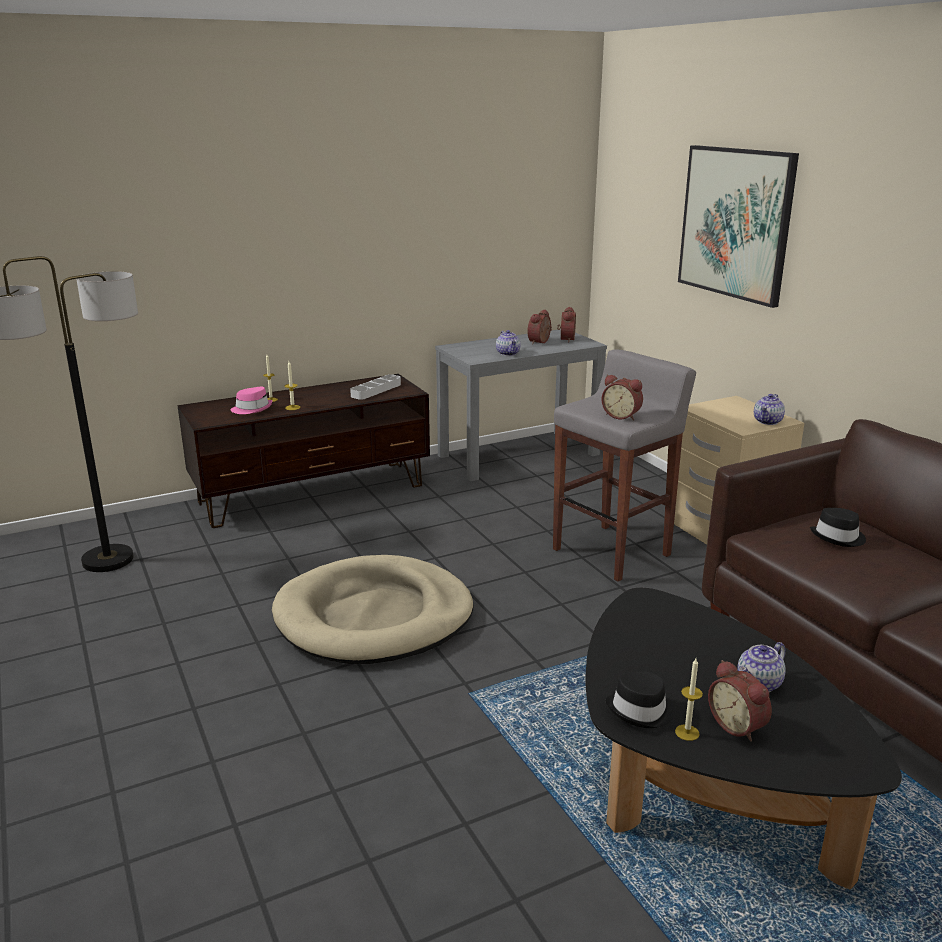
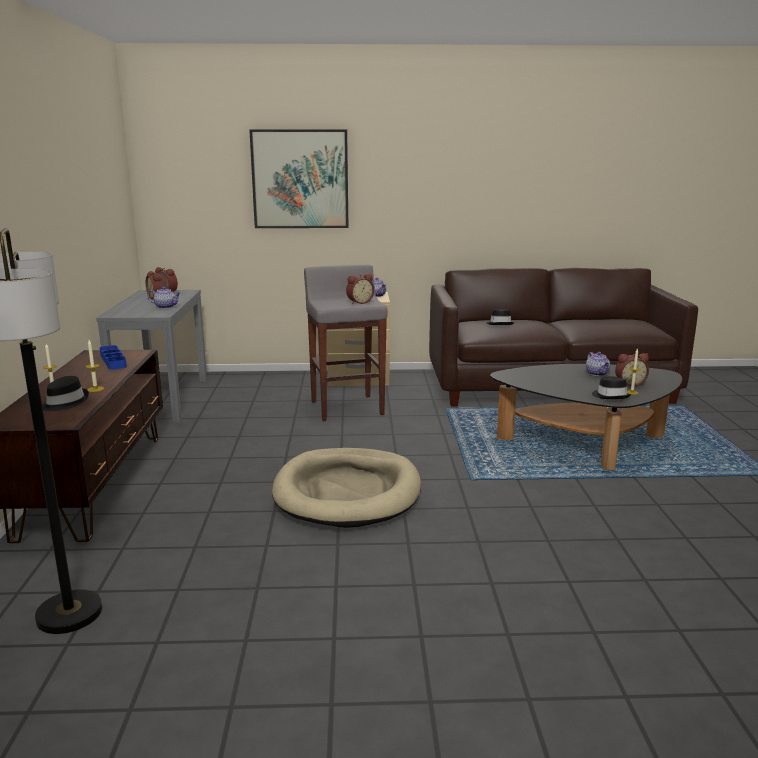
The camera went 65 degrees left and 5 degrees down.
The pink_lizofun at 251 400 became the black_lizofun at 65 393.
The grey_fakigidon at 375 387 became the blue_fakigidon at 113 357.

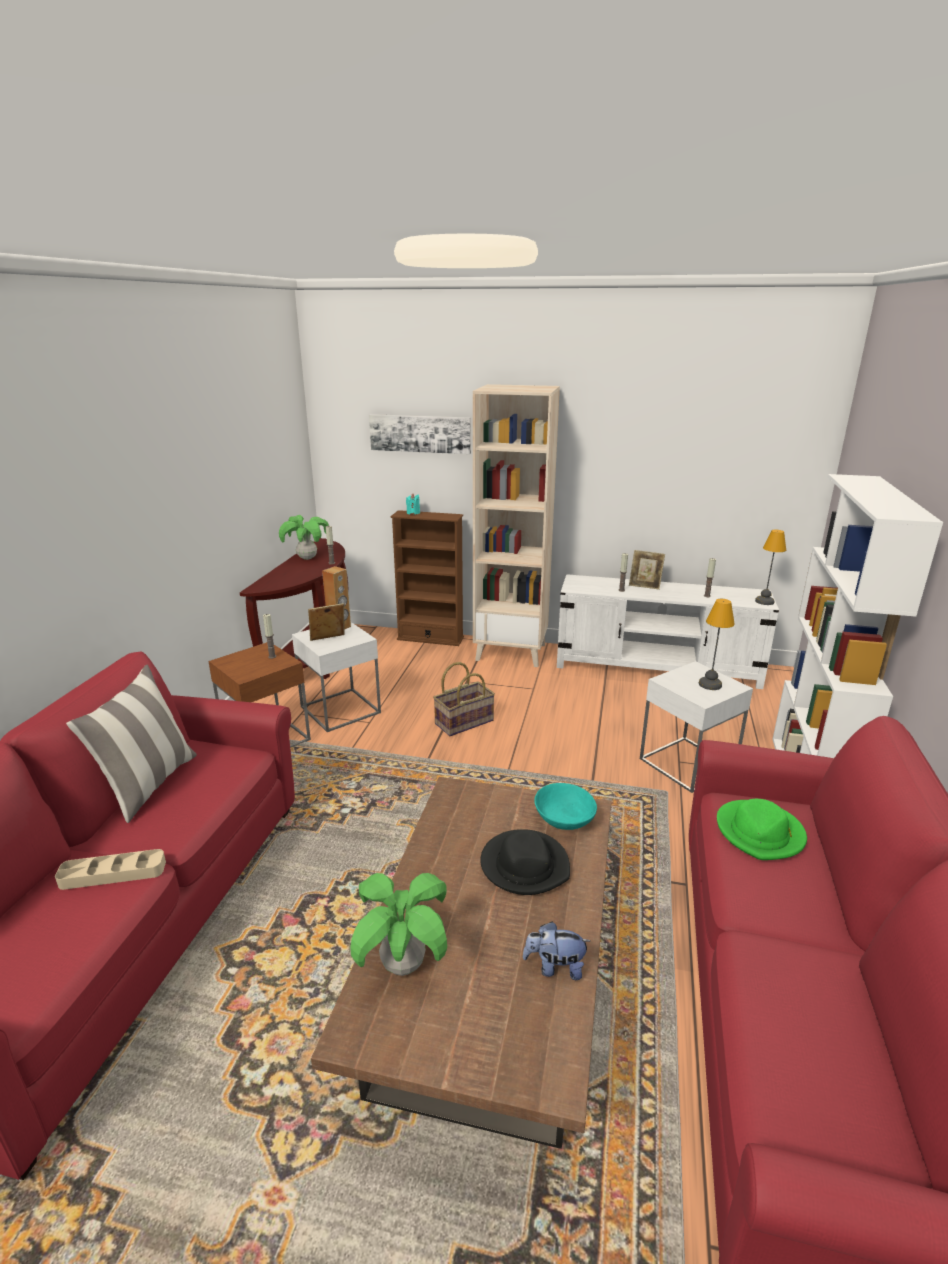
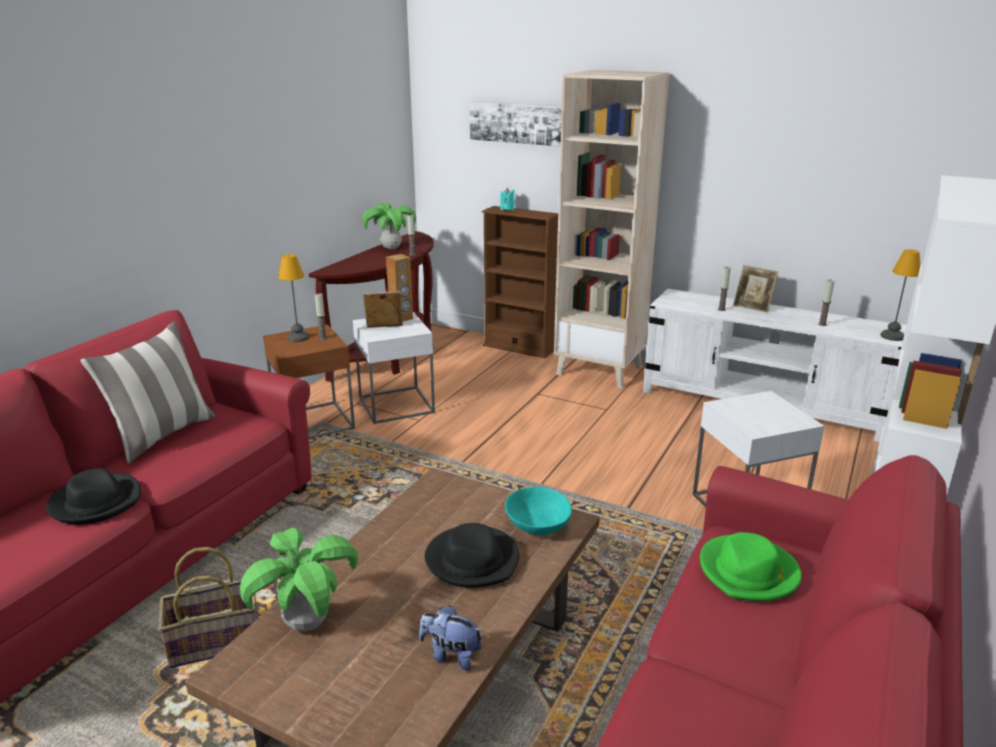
The camera went 15 degrees right and 0 degrees up.
The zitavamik moved from 464 699 to 208 607.
The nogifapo moved from 717 644 to 293 298.
The beige_fakigidon at 110 869 was replaced by the black_lizofun at 93 497.

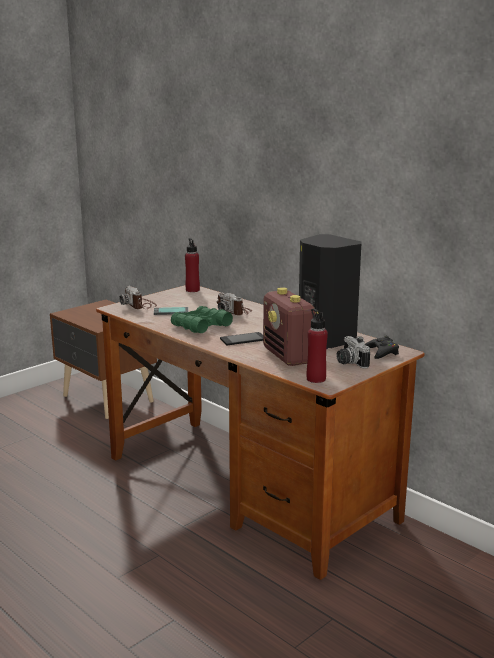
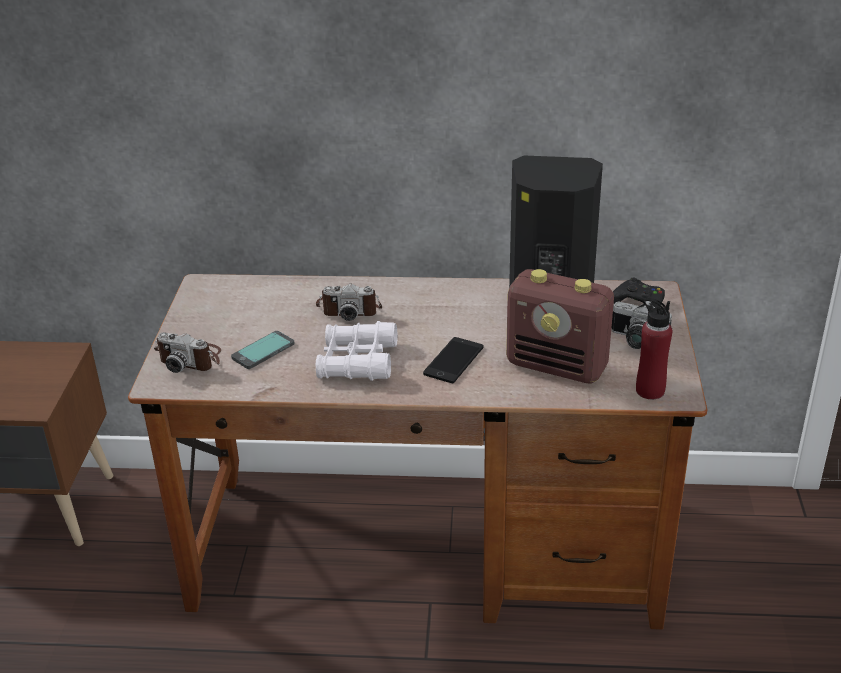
The camera went 40 degrees left and 15 degrees up.
The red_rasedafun at 192 265 disappeared.
The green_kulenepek at 202 319 became the white_kulenepek at 357 351.

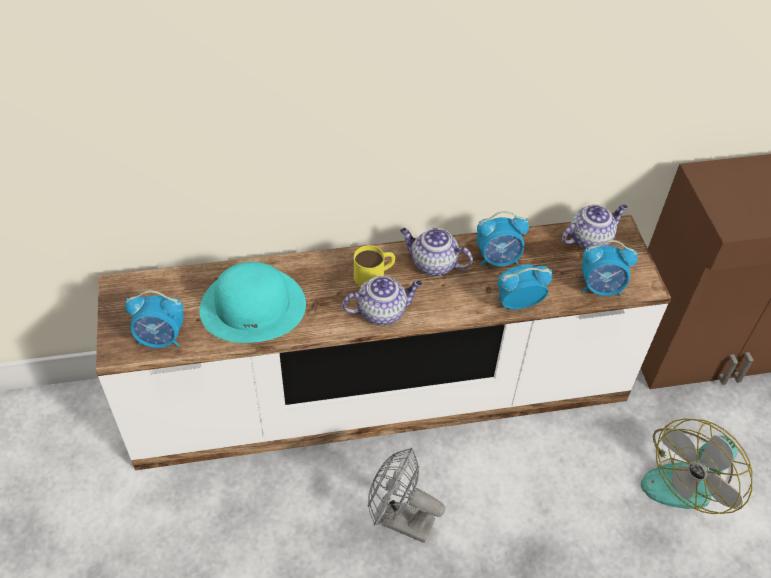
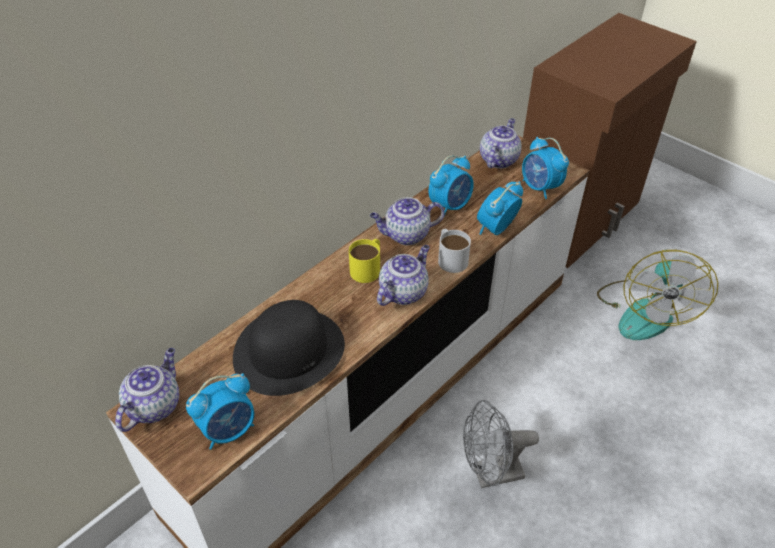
The camera went 35 degrees left and 5 degrees down.
The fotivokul at 147 390 appeared.
The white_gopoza at 454 251 appeared.
The turquoise_lizofun at 252 302 became the black_lizofun at 289 348.
The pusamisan at 609 268 turned 90 degrees clockwise.

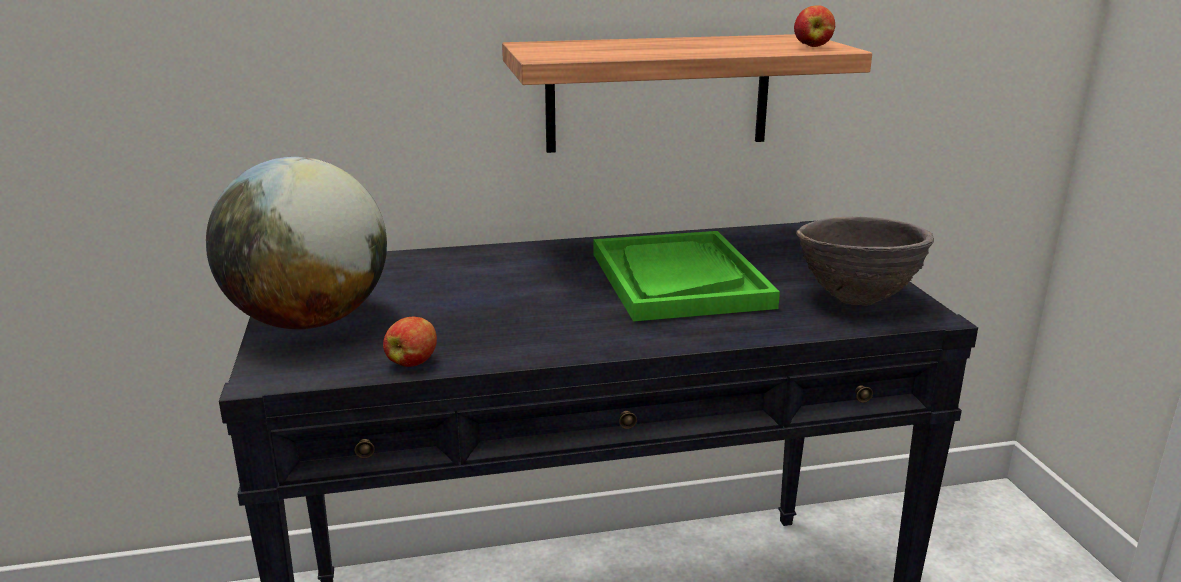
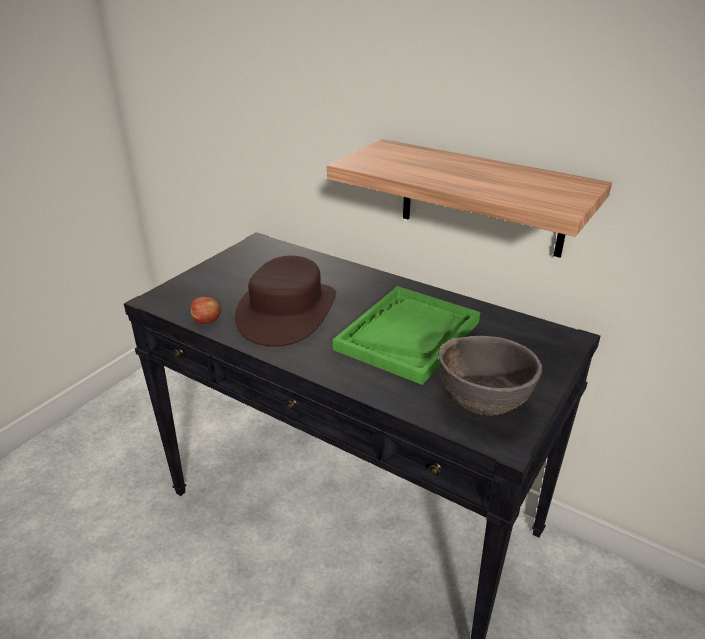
The camera went 45 degrees right and 10 degrees up.
The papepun at 296 243 disappeared.
The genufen at 814 26 disappeared.
The brown_lizofun at 285 301 appeared.

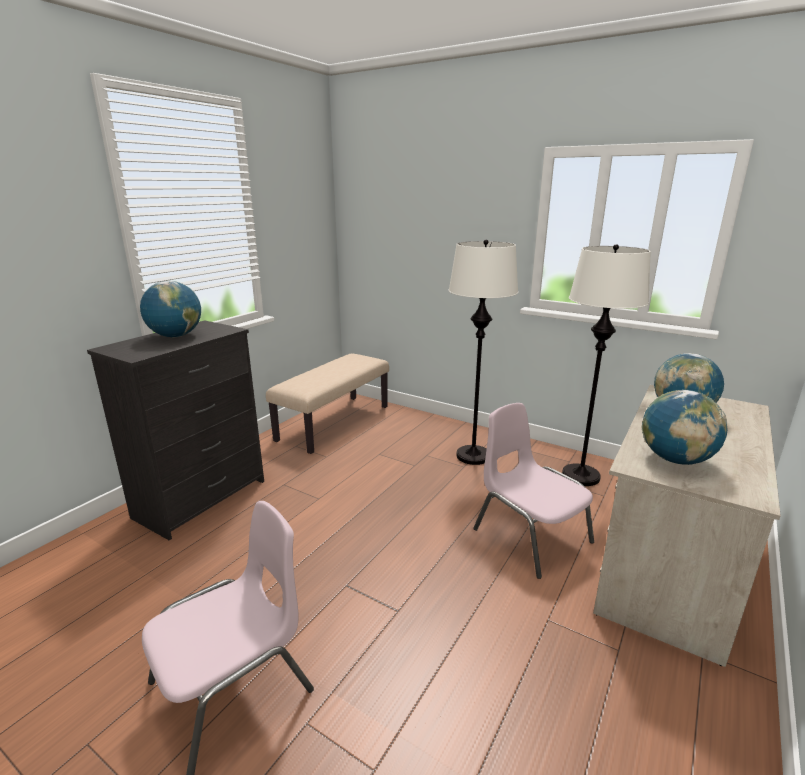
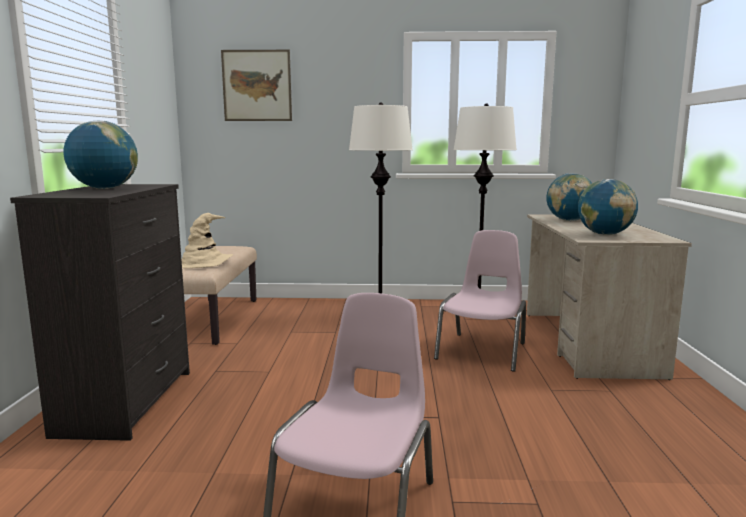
The camera went 30 degrees left and 10 degrees down.
The beige_lizofun at 207 240 appeared.
The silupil at 256 85 appeared.
The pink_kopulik at 533 491 turned 90 degrees clockwise.

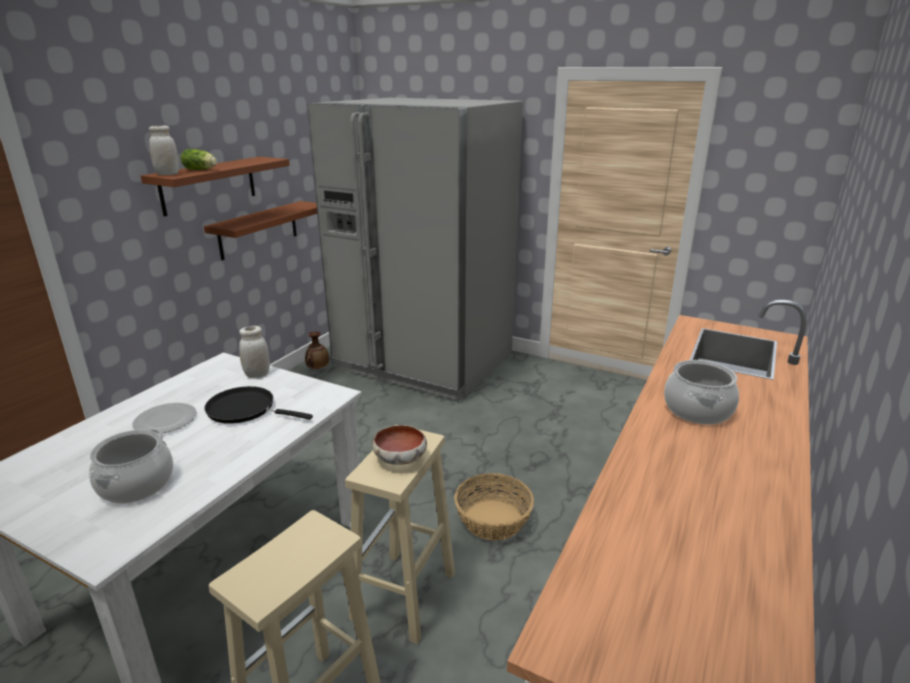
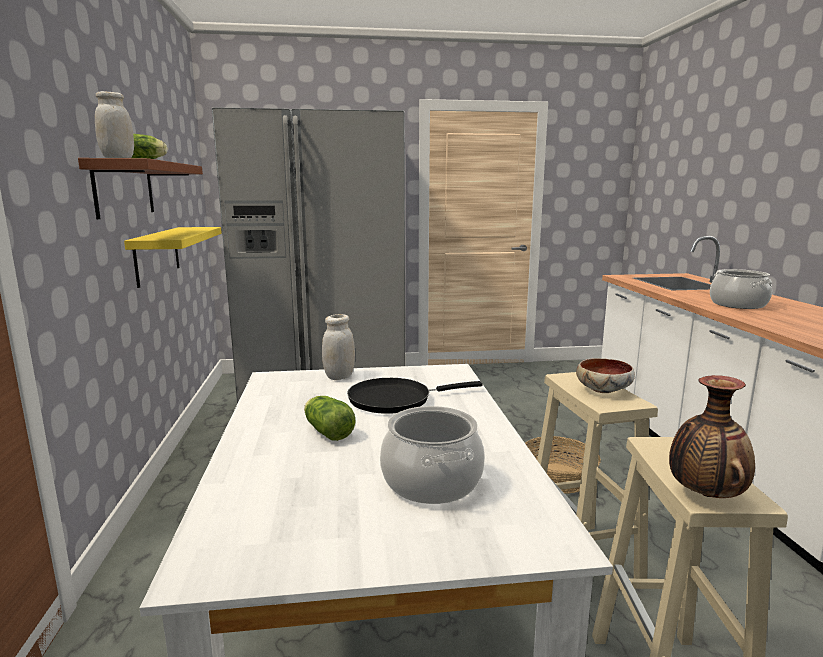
The camera went 35 degrees left and 10 degrees down.
The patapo moved from 317 350 to 712 436.
The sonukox at 164 418 was replaced by the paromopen at 330 418.
The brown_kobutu at 260 230 became the yellow_kobutu at 173 257.

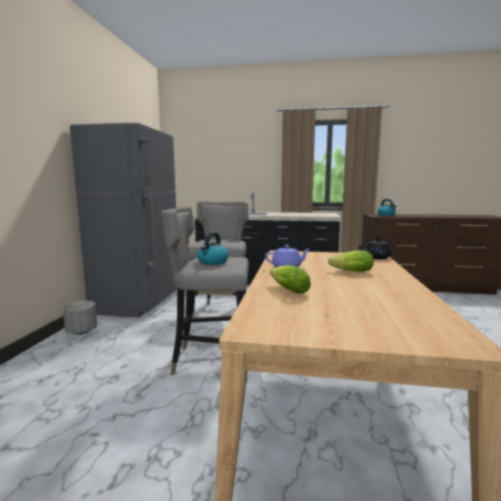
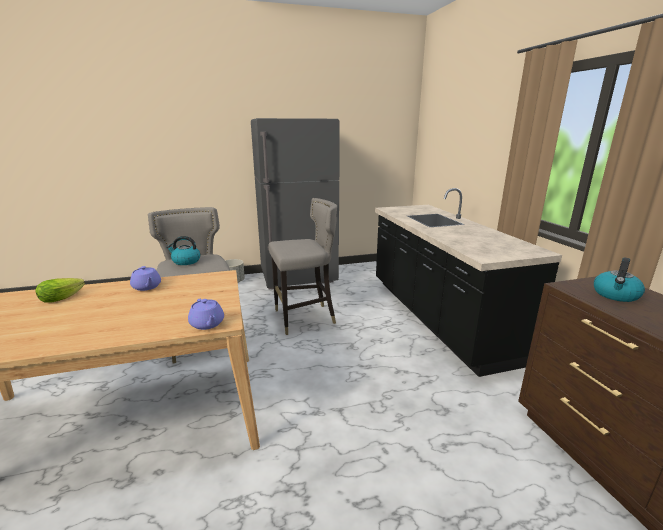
The camera went 65 degrees right and 10 degrees up.
The paromopen at 351 261 disappeared.
The black_fotivokul at 378 248 became the purple_fotivokul at 206 314.

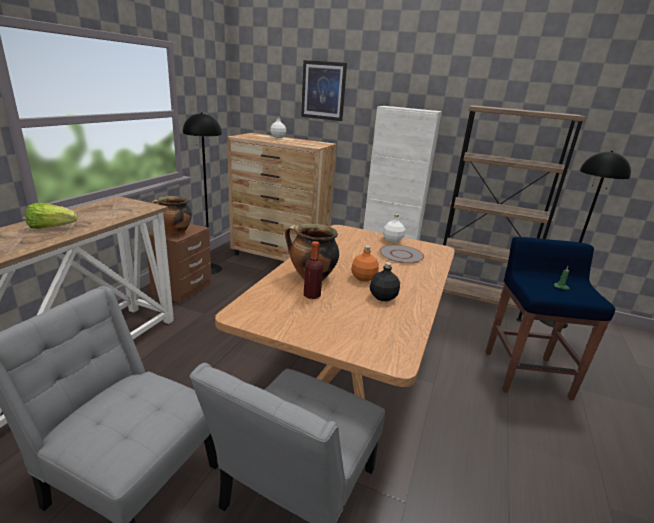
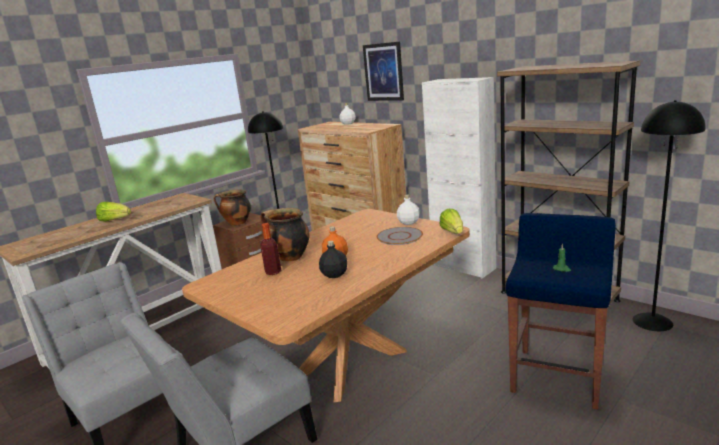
The camera went 25 degrees right and 5 degrees down.
The paromopen at 451 221 appeared.

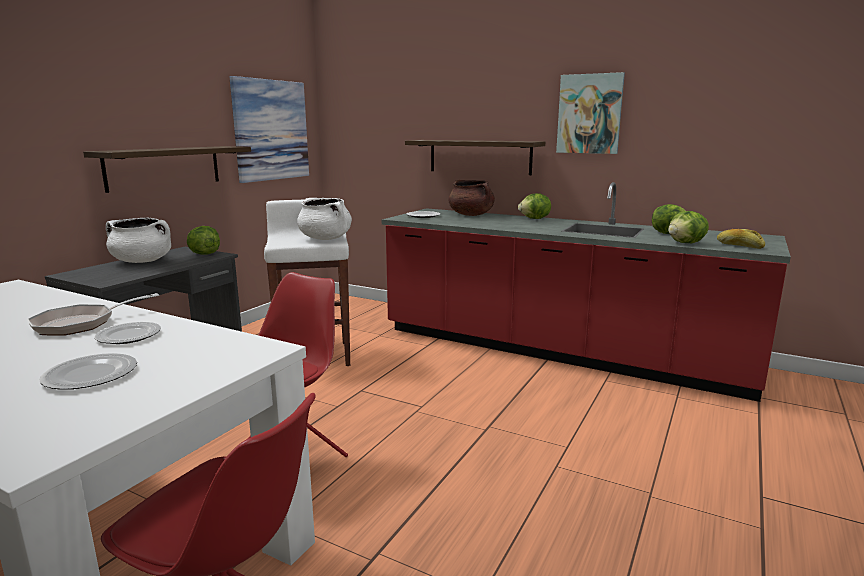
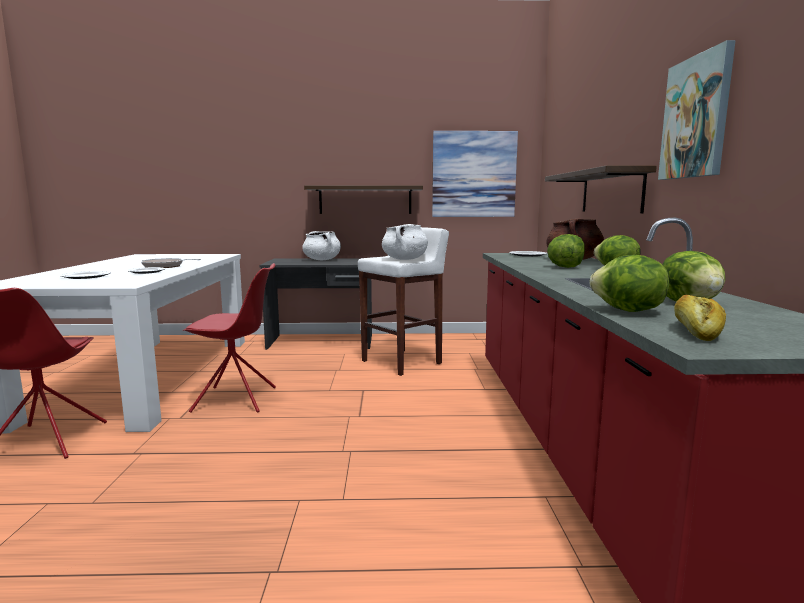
The camera went 60 degrees right and 5 degrees down.
The paromopen moved from 203 240 to 566 251.

